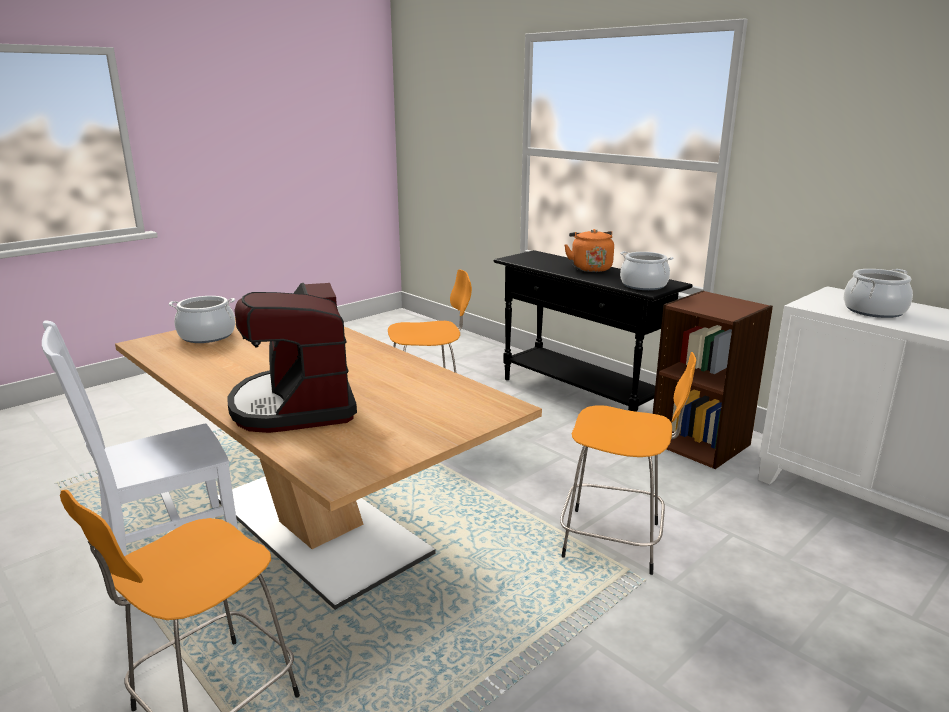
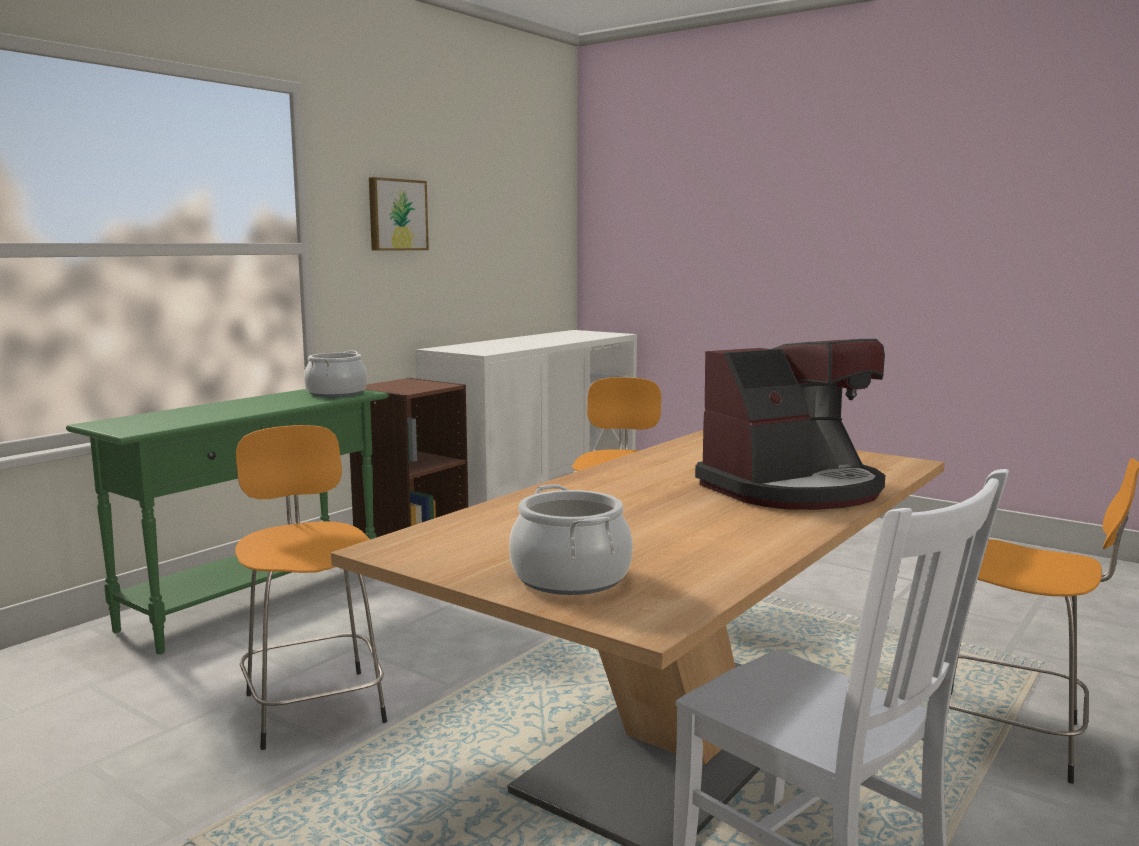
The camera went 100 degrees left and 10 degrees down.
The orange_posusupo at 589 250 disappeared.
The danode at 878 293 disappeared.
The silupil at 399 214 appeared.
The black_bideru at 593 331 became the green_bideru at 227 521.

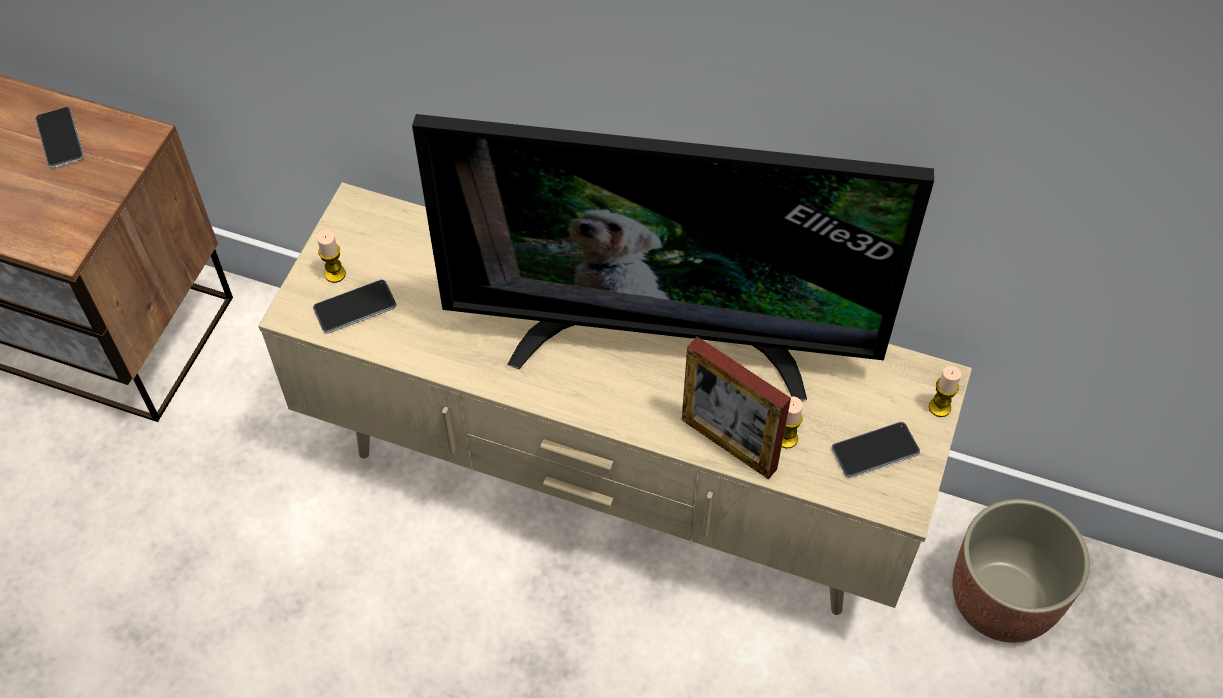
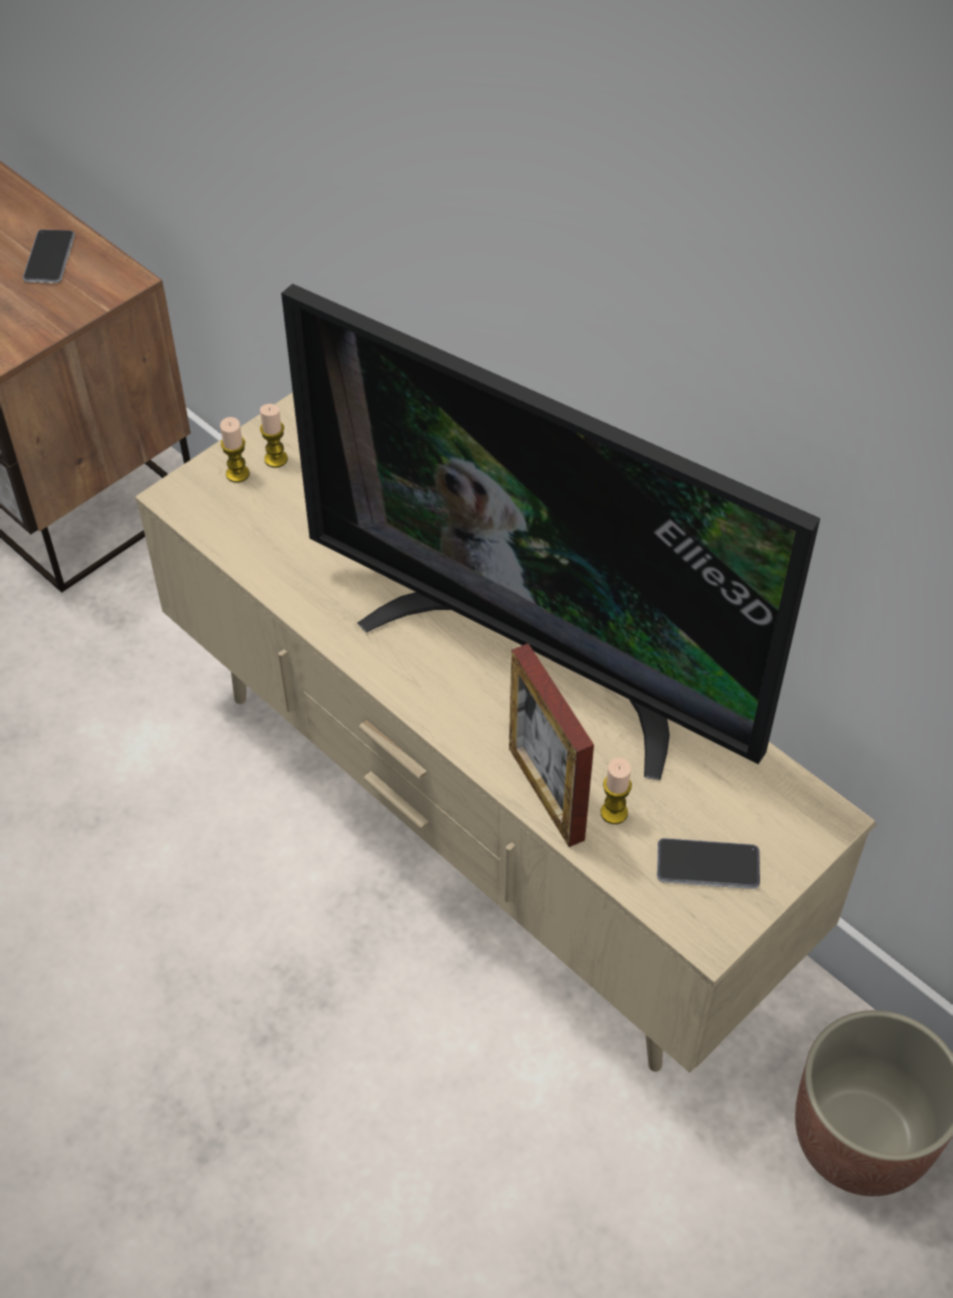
The camera went 25 degrees right and 5 degrees down.
The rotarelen at 354 306 disappeared.
The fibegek moved from 945 391 to 274 436.

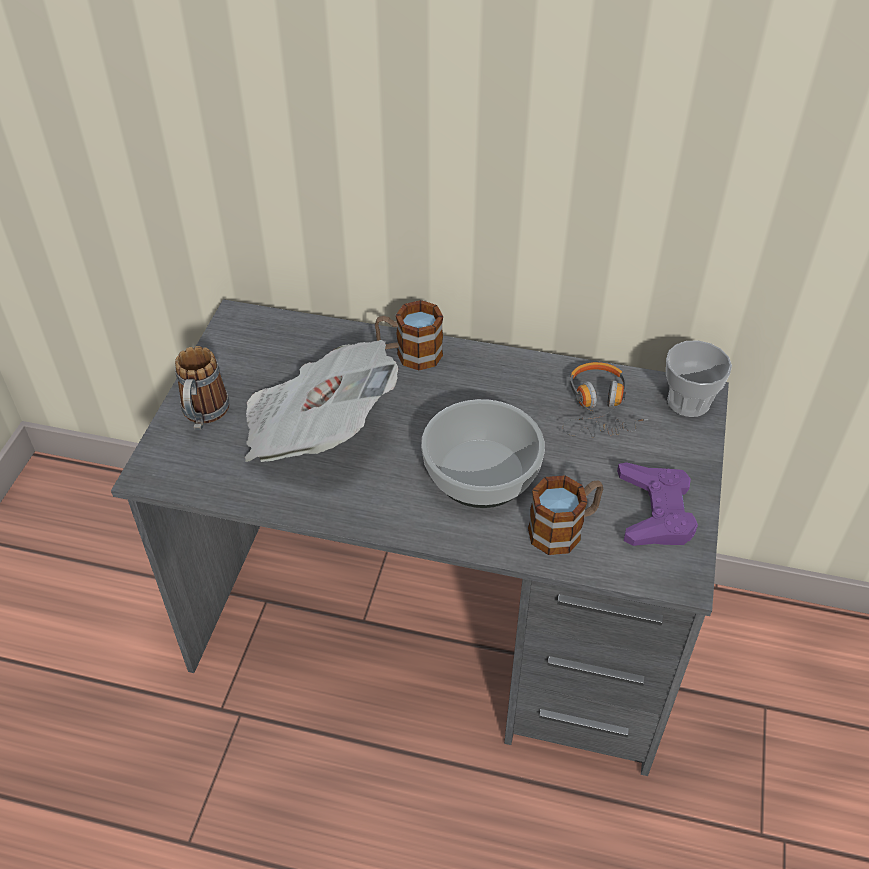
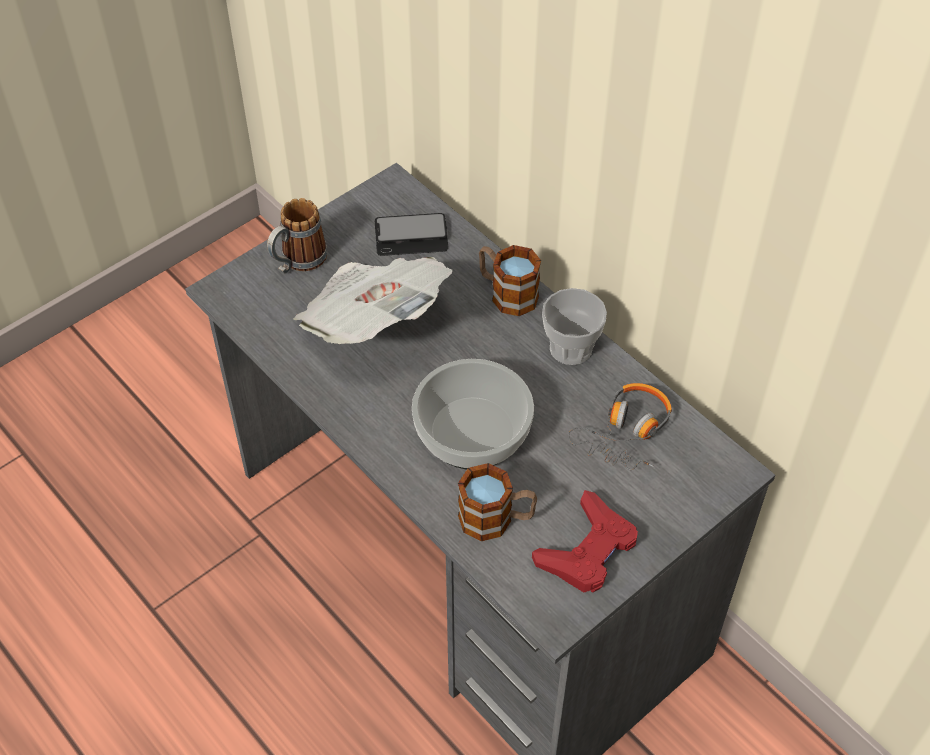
The camera went 35 degrees right and 5 degrees up.
The rotarelen at 411 234 appeared.
The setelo moved from 699 379 to 574 326.
The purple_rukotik at 657 504 became the red_rukotik at 585 541.

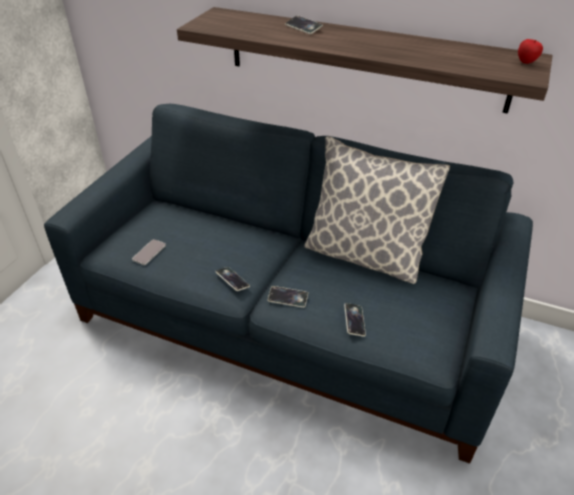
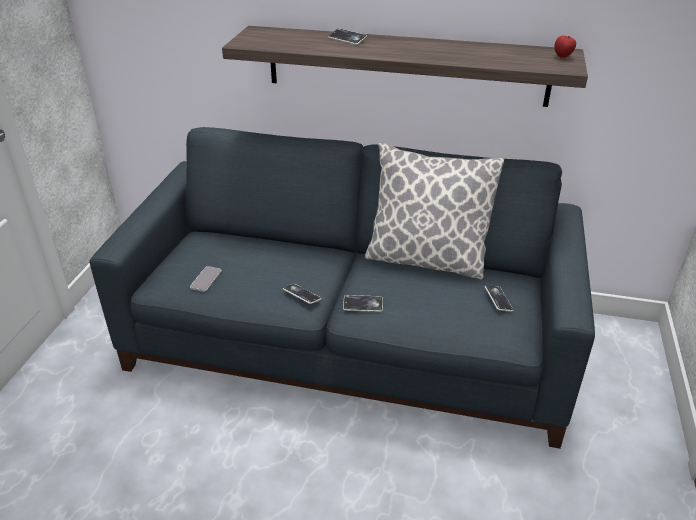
The camera went 10 degrees left and 5 degrees down.
The rotarelen moved from 355 320 to 499 298.

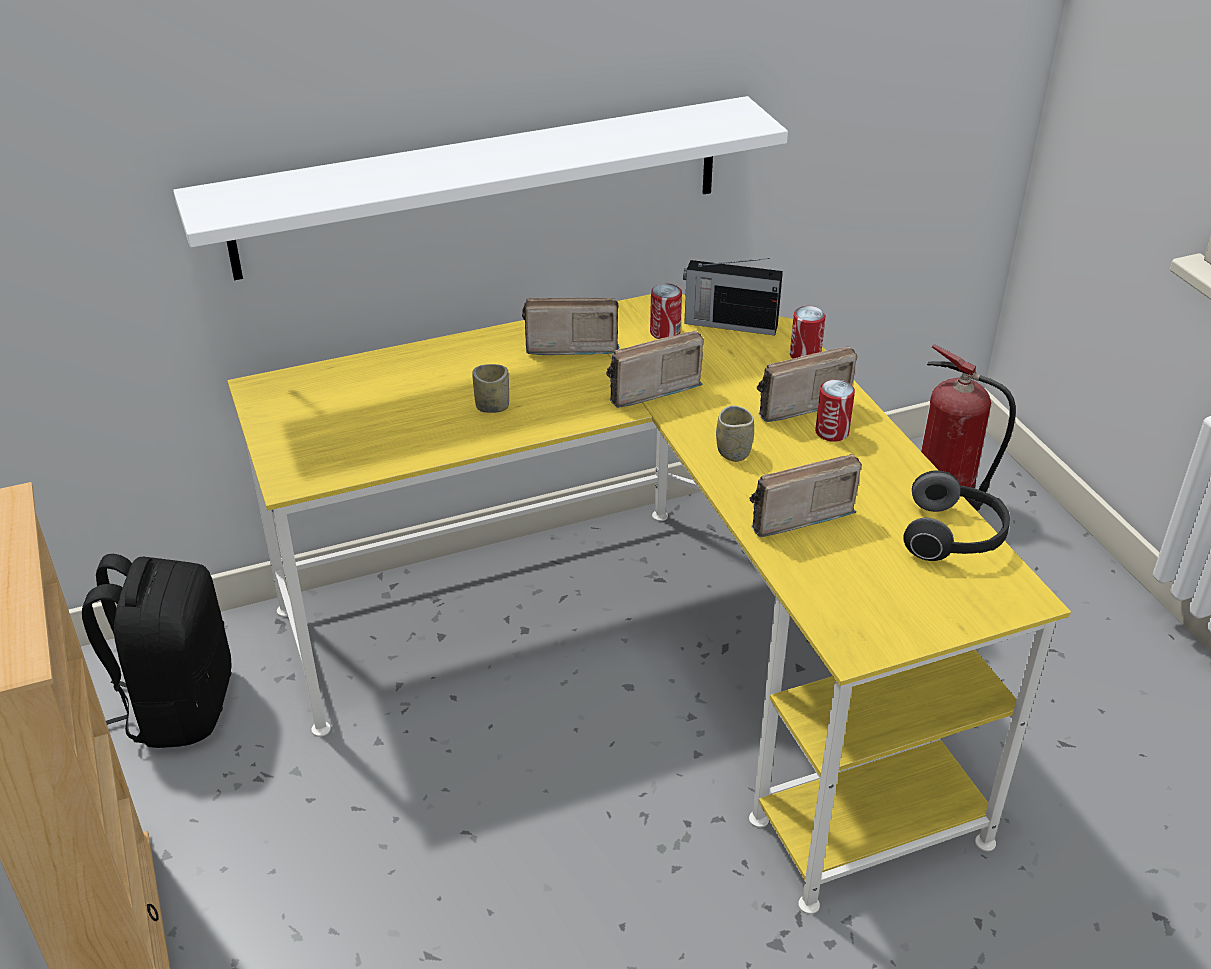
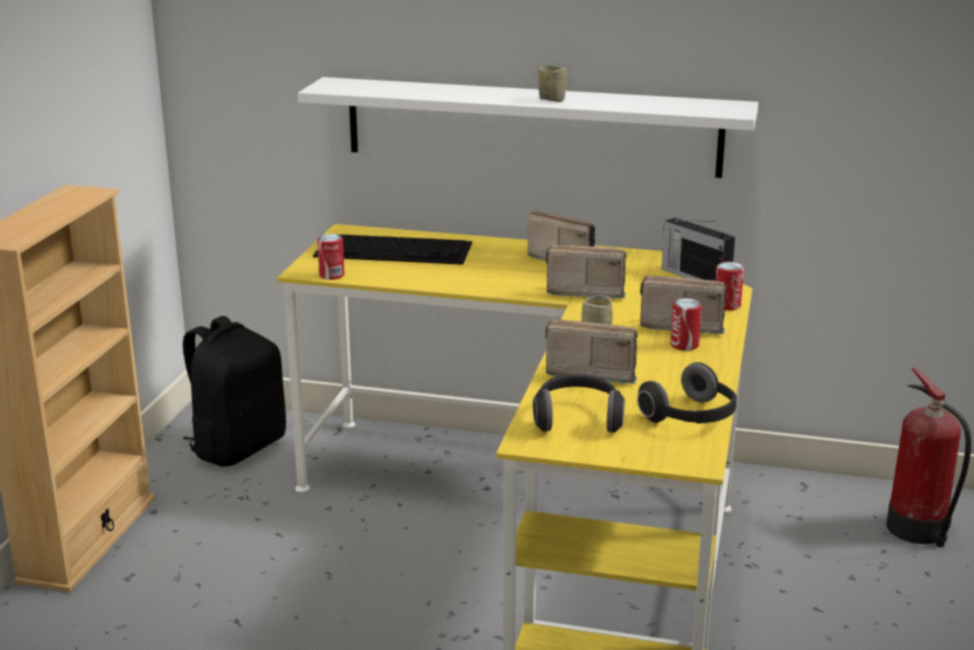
The camera went 35 degrees right and 15 degrees down.
The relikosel at 392 249 appeared.
The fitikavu at 579 403 appeared.
The setelo moved from 490 388 to 552 83.
The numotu moved from 666 311 to 330 257.

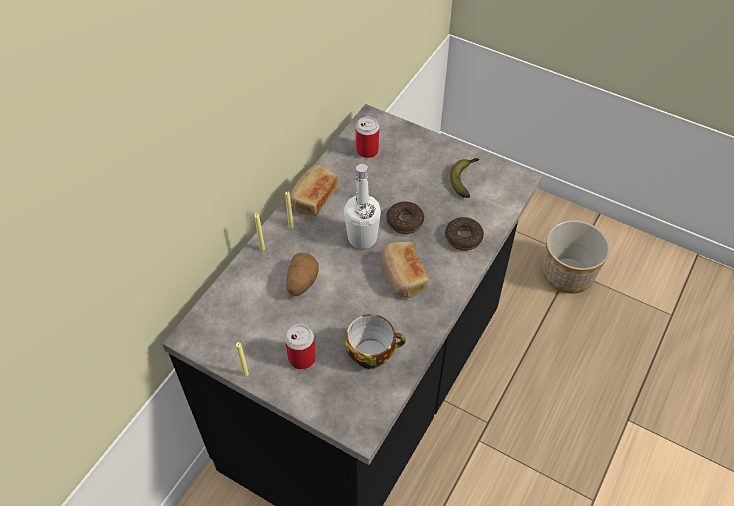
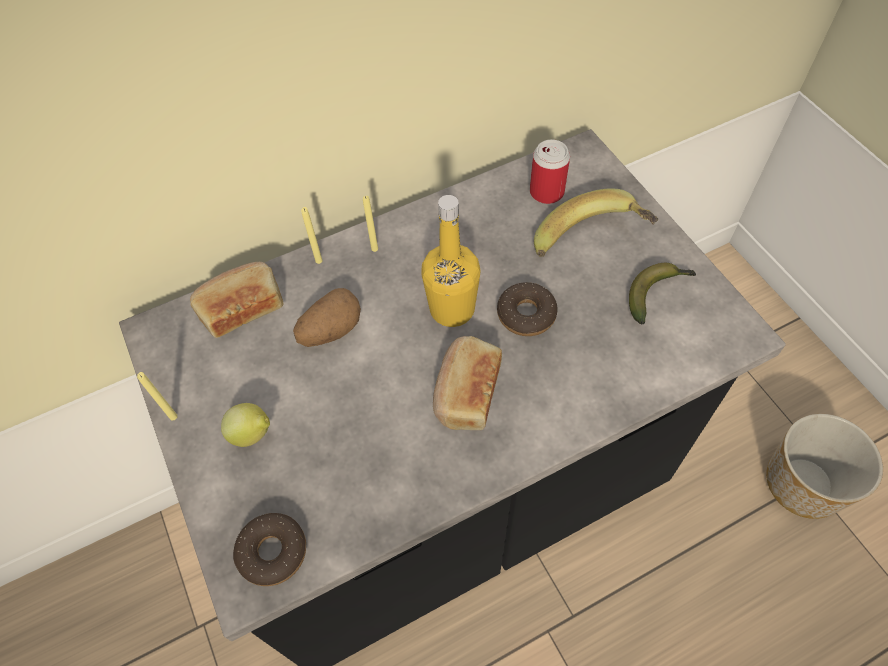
The camera went 35 degrees right and 5 degrees up.
The setelo at 376 341 disappeared.
The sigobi at 596 222 appeared.
The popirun moved from 314 190 to 237 300.
The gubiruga moved from 464 234 to 269 549.
The numotu at 300 346 was replaced by the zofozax at 245 425.
The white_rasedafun at 362 206 became the yellow_rasedafun at 451 261.

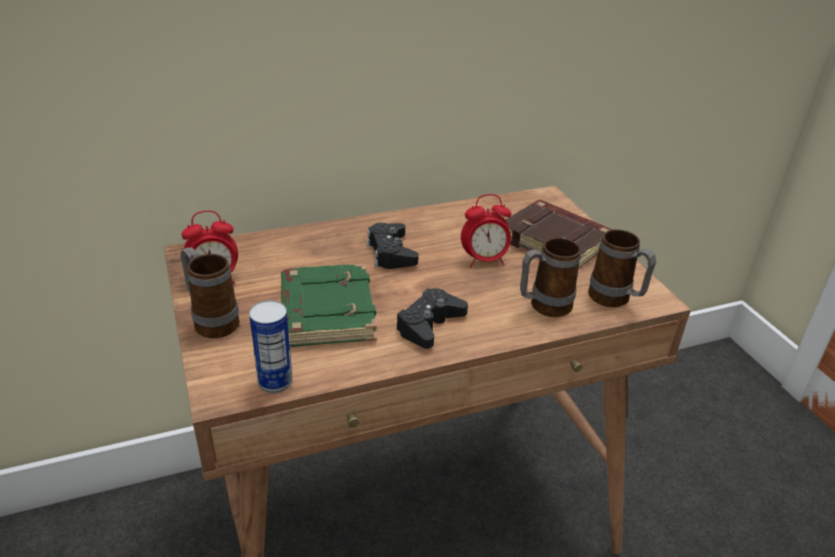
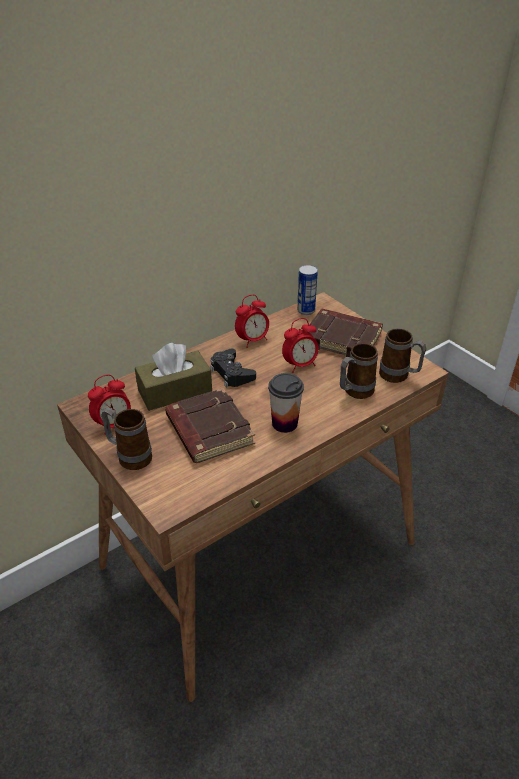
The camera went 15 degrees left and 5 degrees up.
The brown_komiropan at 173 377 appeared.
The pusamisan at 252 321 appeared.
The numotu moved from 271 346 to 307 290.
The black_rukotik at 432 318 was replaced by the setelo at 286 403.
The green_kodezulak at 329 305 became the brown_kodezulak at 210 425.

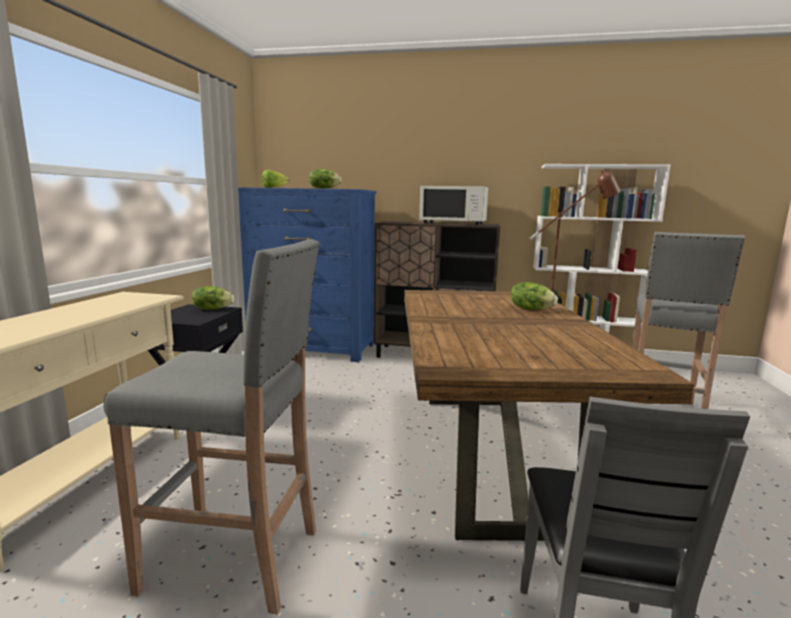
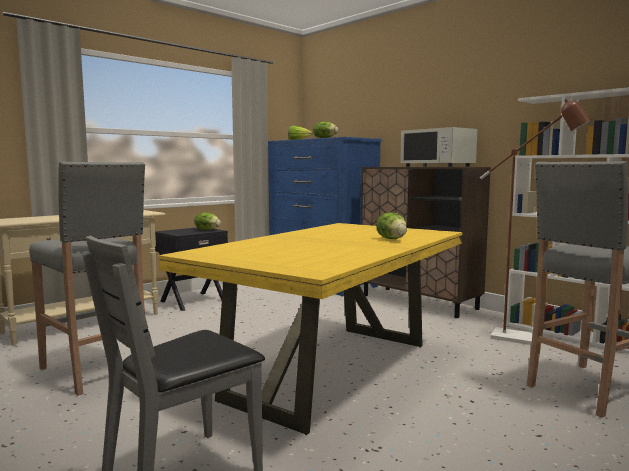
The camera went 35 degrees right and 5 degrees down.
The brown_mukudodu at 549 415 became the yellow_mukudodu at 310 329.

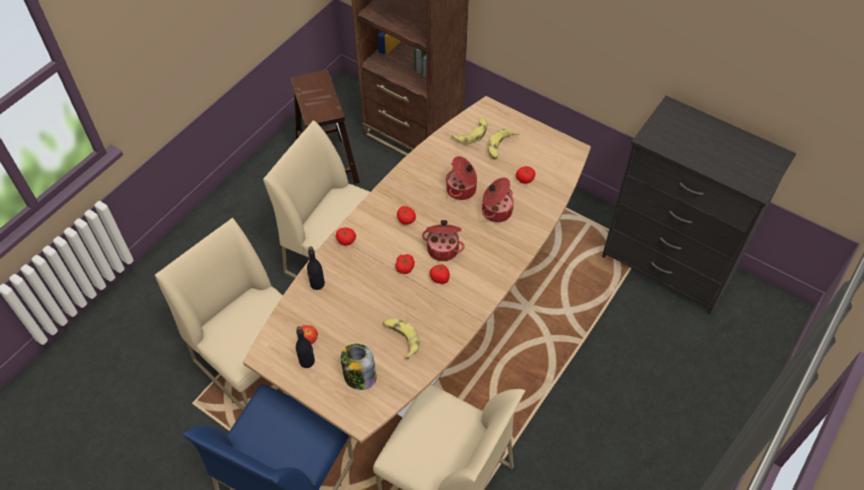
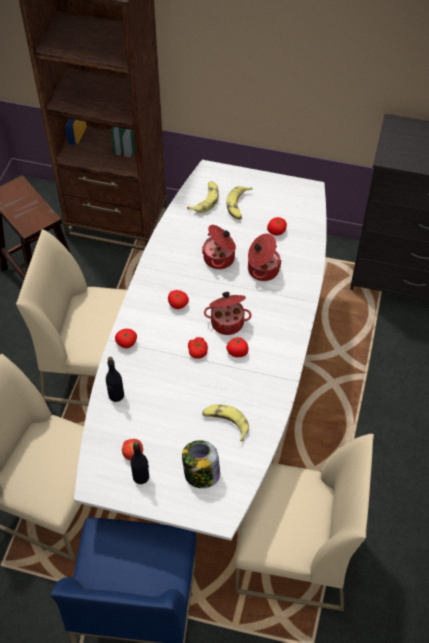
The camera went 20 degrees left and 0 degrees up.
The brown_mukudodu at 417 270 became the white_mukudodu at 200 350.

